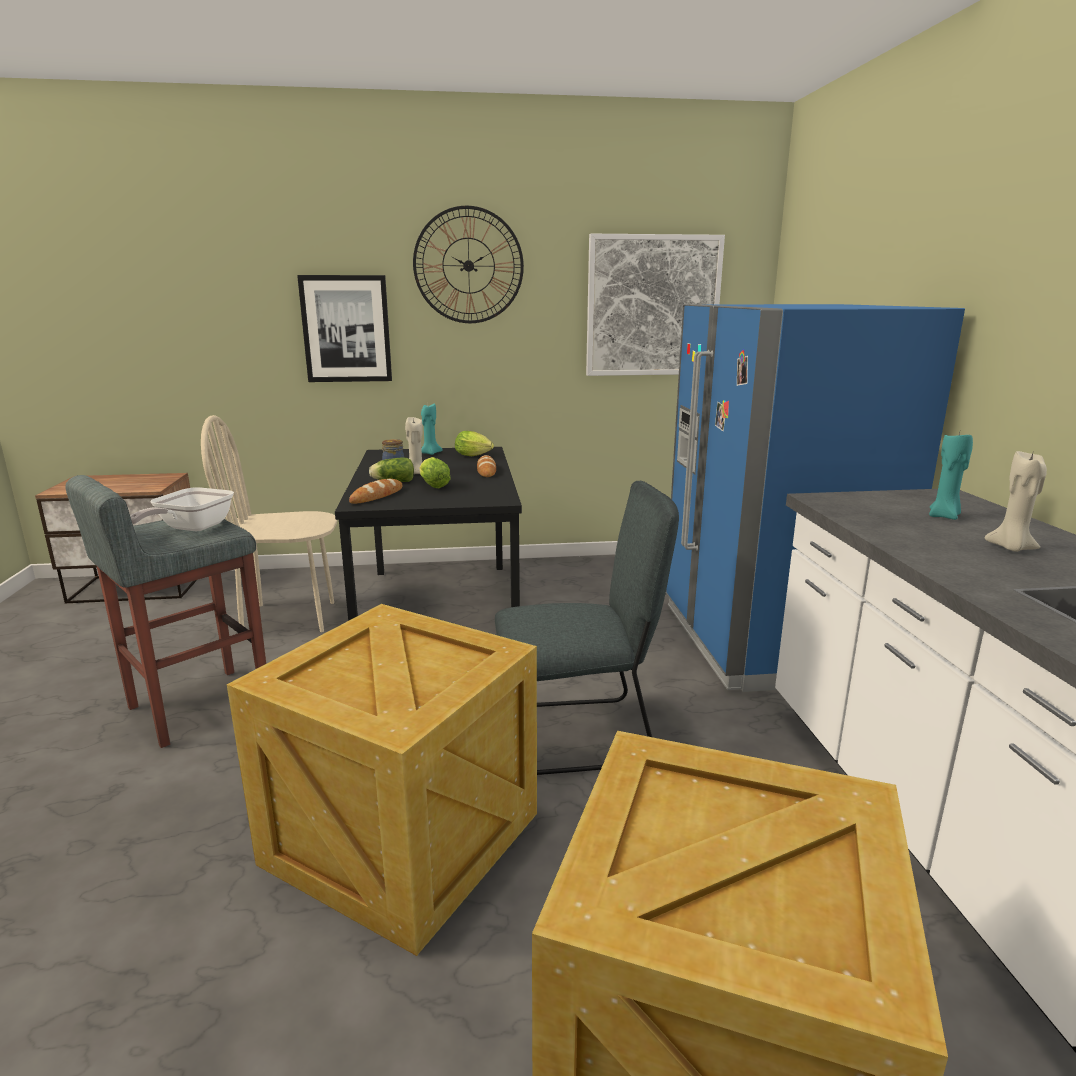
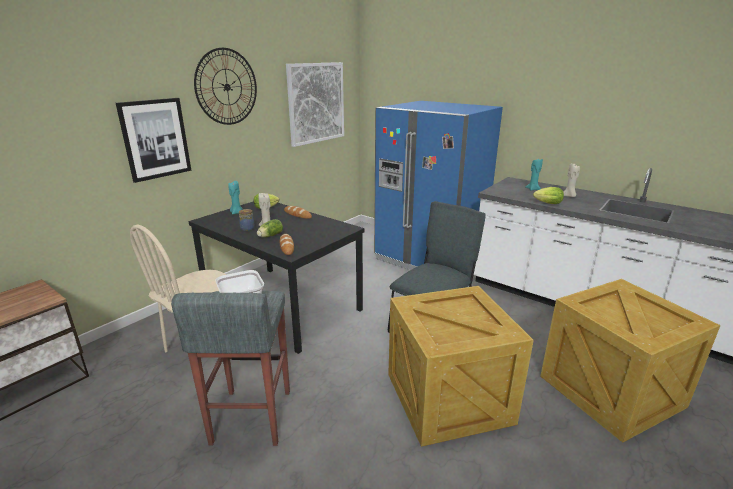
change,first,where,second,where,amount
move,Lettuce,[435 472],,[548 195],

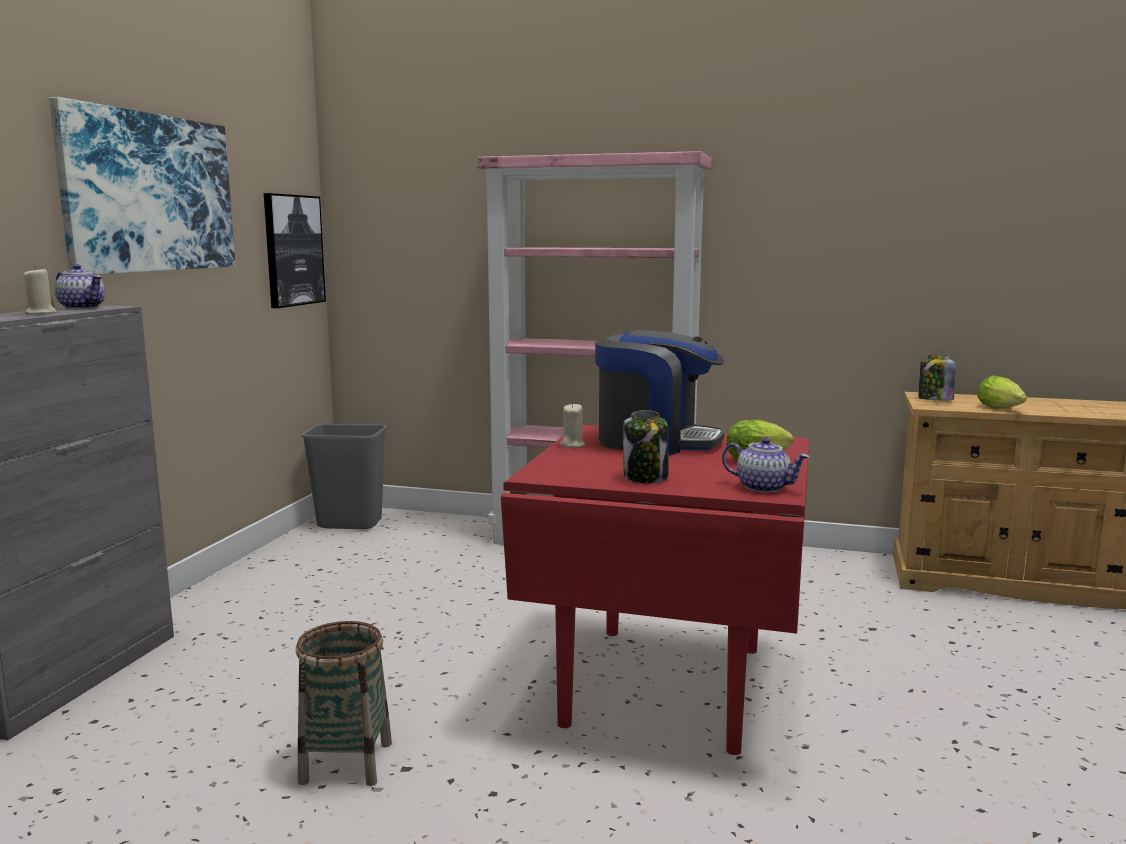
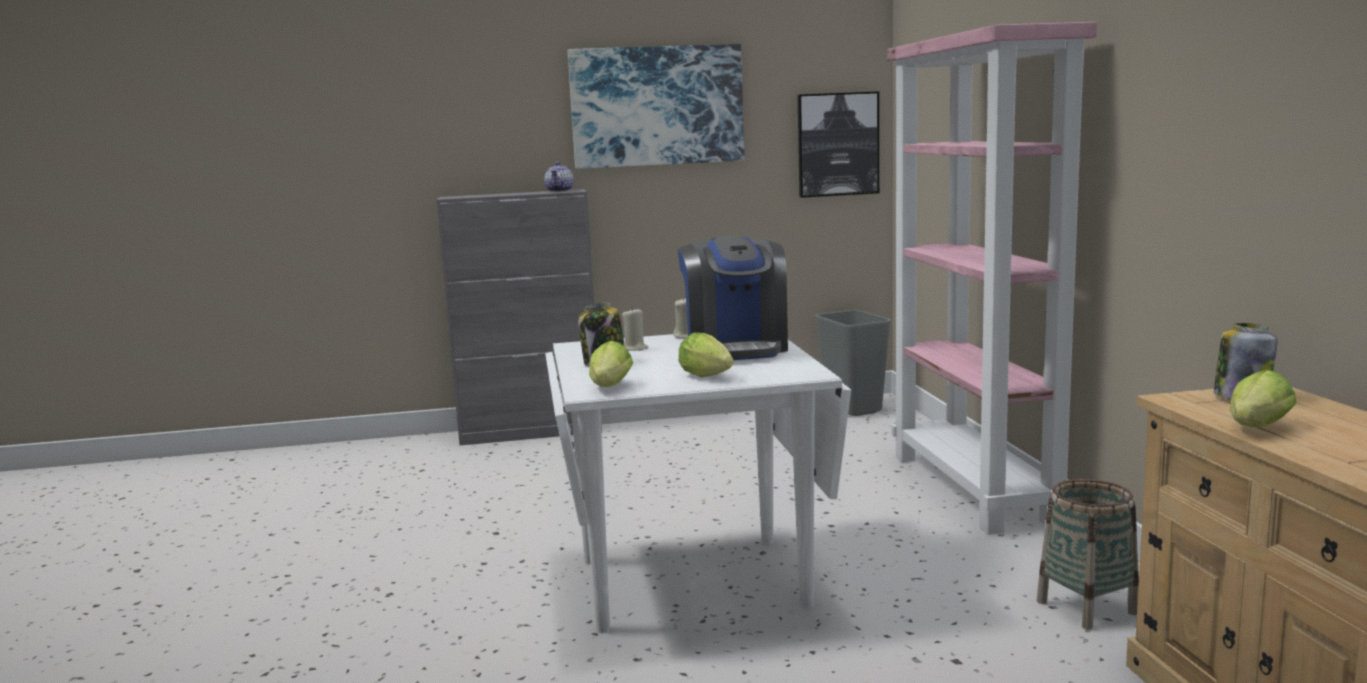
change,first,where,second,where,amount
move,BeigeCandle,[39 290],,[635 329],
move,Basket,[344 703],,[1088 554],
replace,PotForTea,[766 465],Lettuce,[611 364],
recolor,RedDiningTable,[655 590],WhiteDiningTable,[698 483],

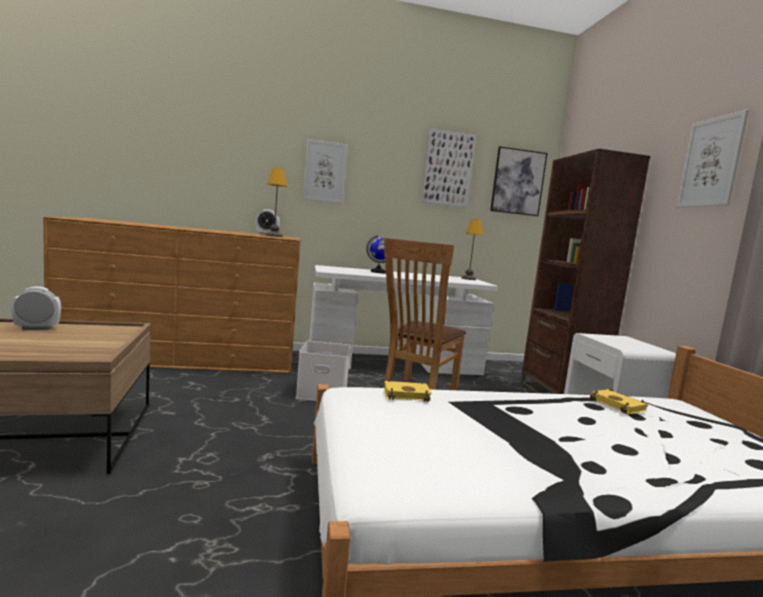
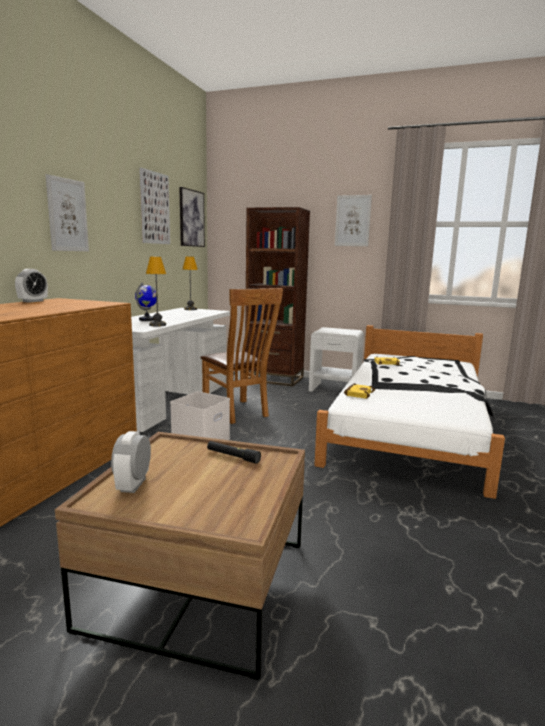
change,first,where,second,where,amount
insert,,,BlackColouredHandTorch,[234 452],
move,TabletopLamp,[276 202],,[156 292],

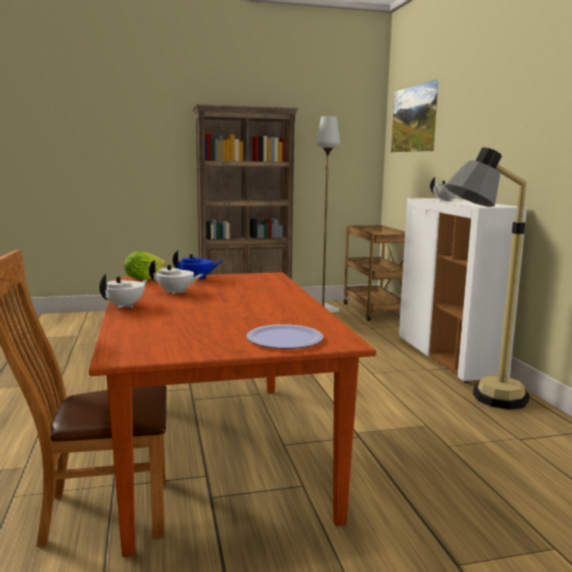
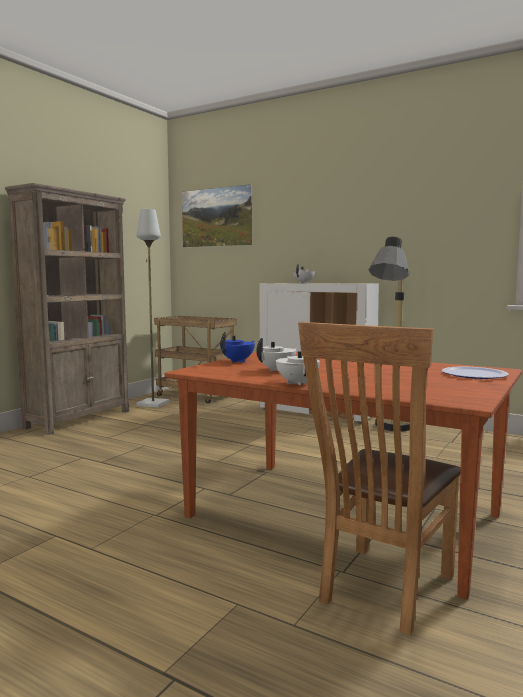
change,first,where,second,where,amount
delete,Lettuce,[145 266],,,

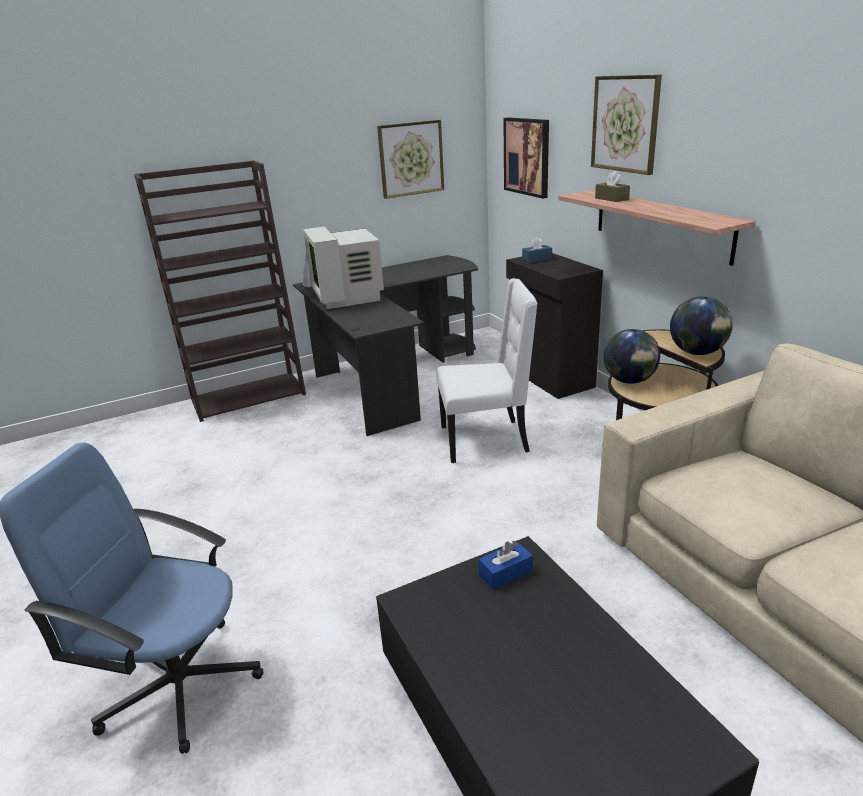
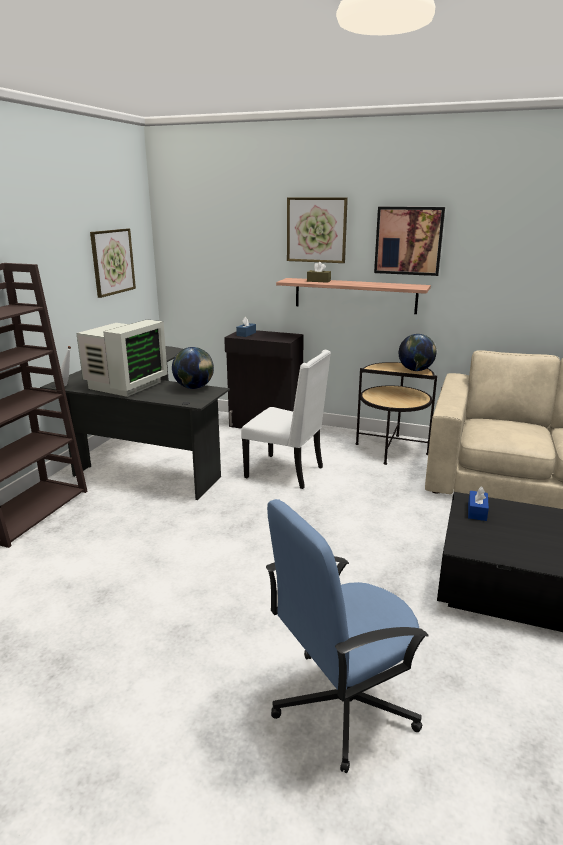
change,first,where,second,where,amount
move,WallPicture,[526 158],,[409 241],
move,WorldGlobe,[631 356],,[193 368],
rotate,Monitor,[343 268],,[122 358],90 degrees counterclockwise
rotate,WhiteUprightChair,[487 370],,[286 419],75 degrees clockwise

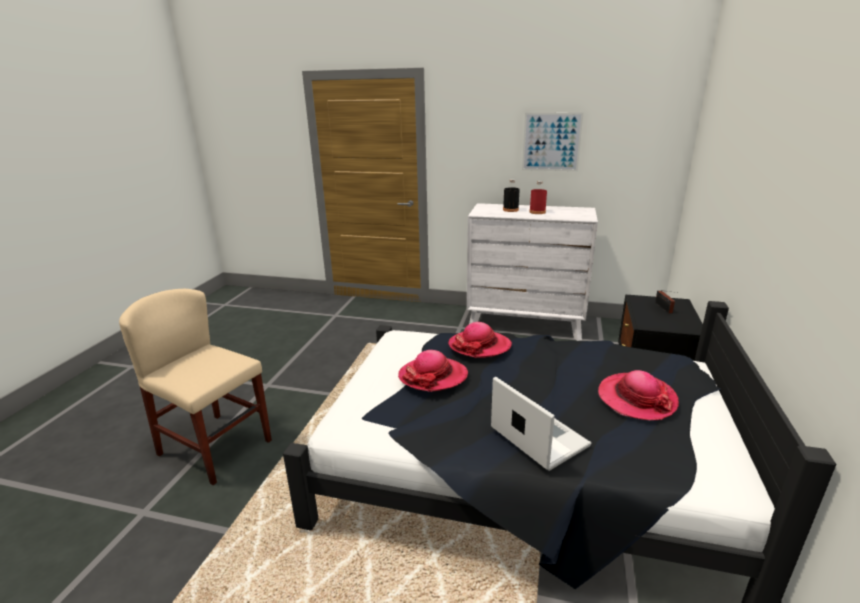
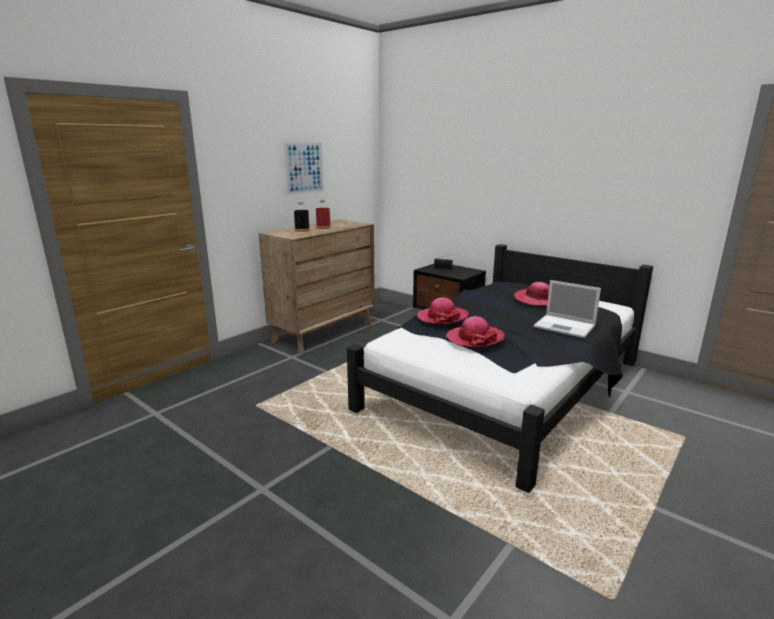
change,first,where,second,where,amount
delete,BeigeUprightChair,[195 387],,,
recolor,WhiteDresser,[532 272],BrownDresser,[317 287],
rotate,NotebookComputer,[541 424],,[567 309],135 degrees counterclockwise

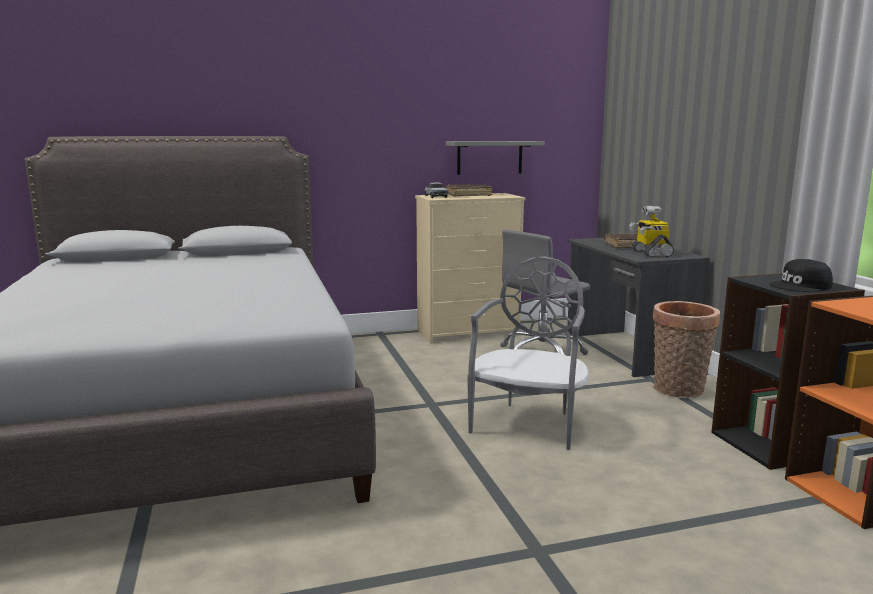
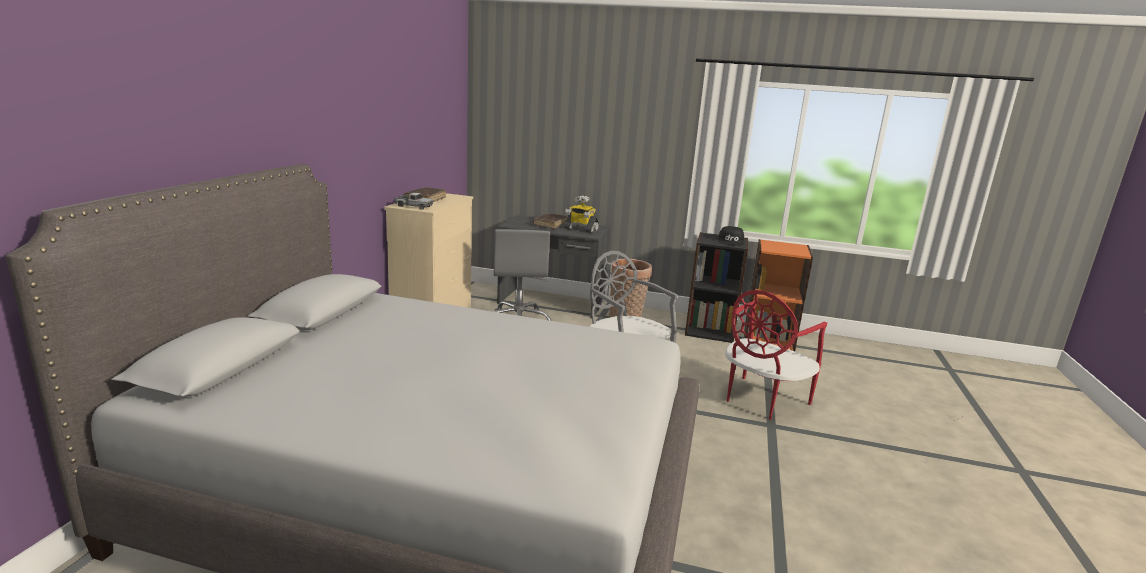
change,first,where,second,where,amount
delete,GreyShelf,[495 158],,,
insert,,,RedUprightChair,[776 355],

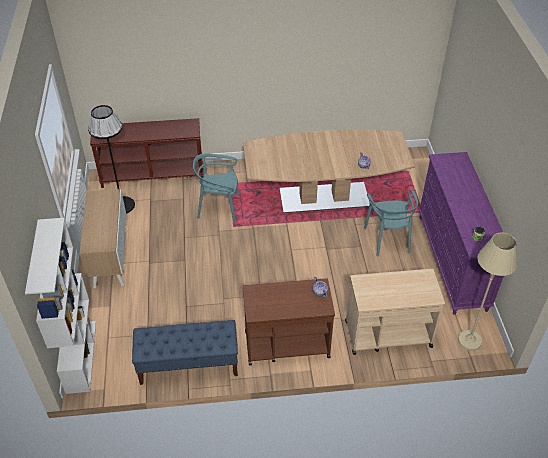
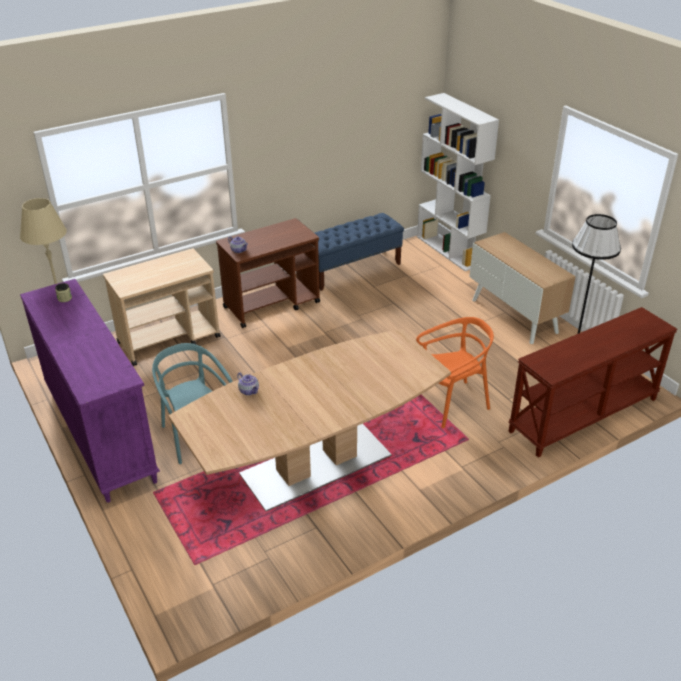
change,first,where,second,where,amount
recolor,BlueGreenUprightChair,[216 188],OrangeyUprightChair,[455 372],

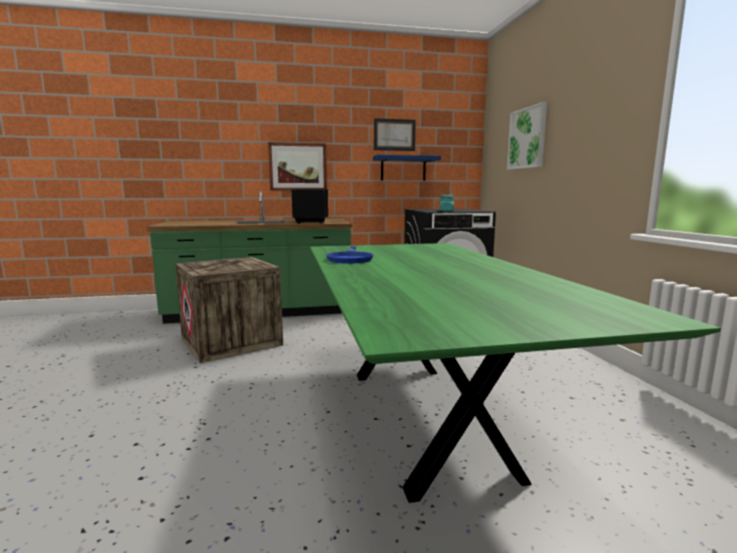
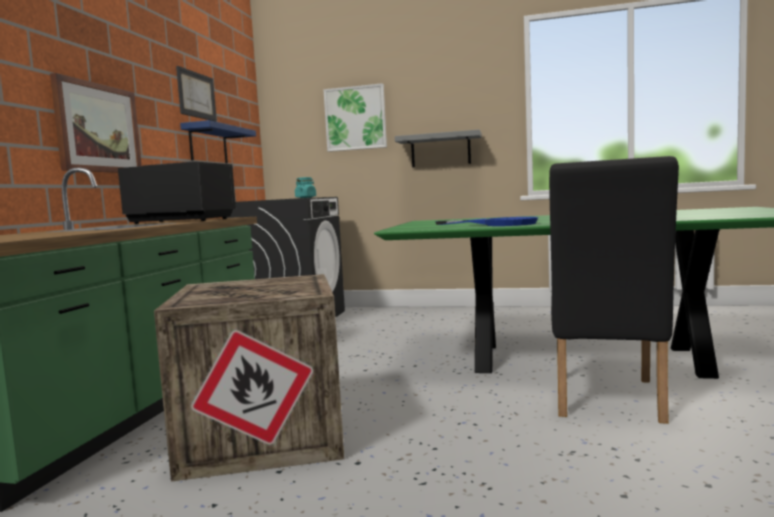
change,first,where,second,where,amount
insert,,,GreyShelf,[438 148],
insert,,,BlackColouredUprightChair,[614 290],

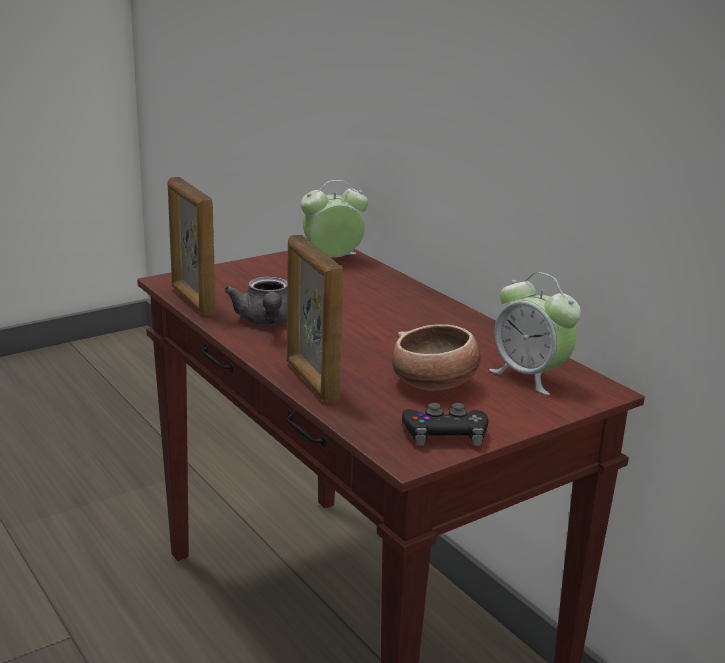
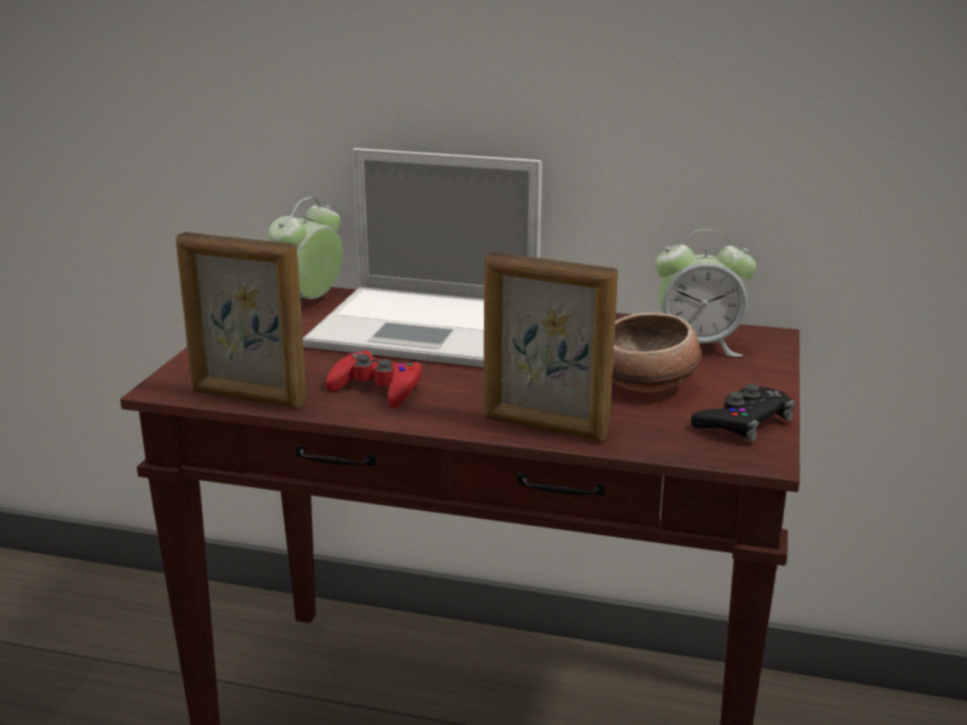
change,first,where,second,where,amount
insert,,,NotebookComputer,[422 257],
replace,GreyPotForTea,[255 301],RedGamepad,[374 379],

